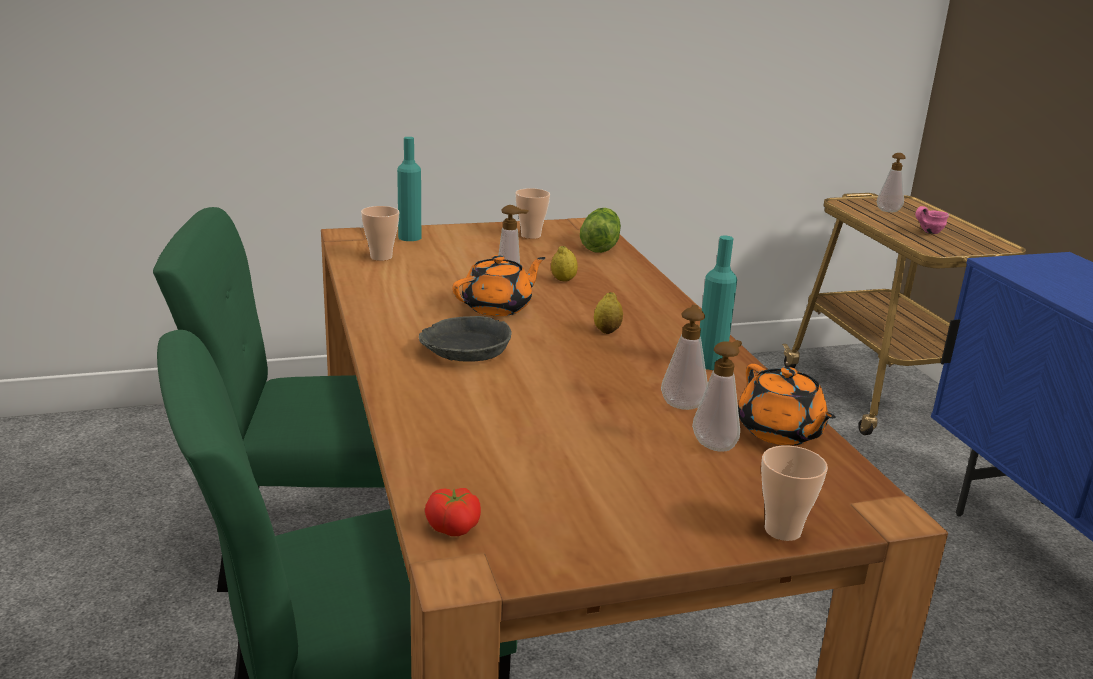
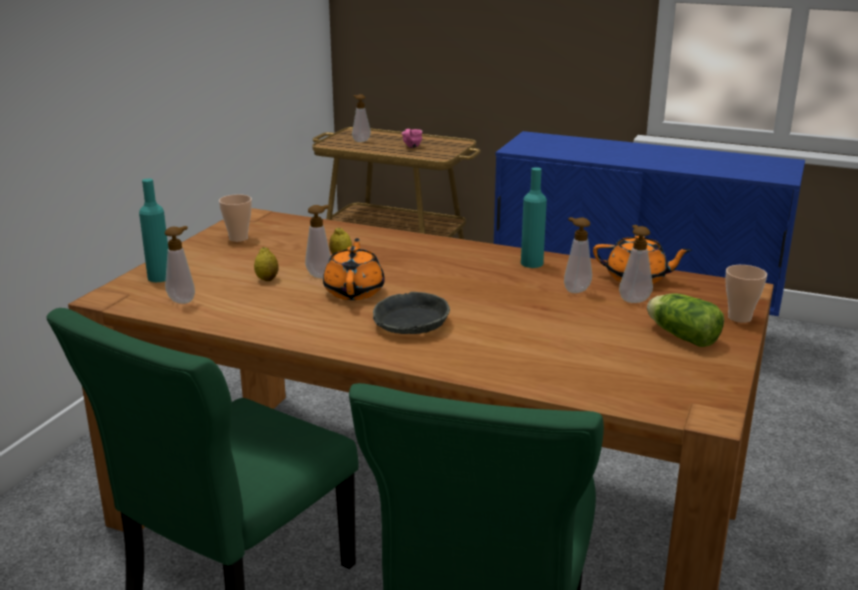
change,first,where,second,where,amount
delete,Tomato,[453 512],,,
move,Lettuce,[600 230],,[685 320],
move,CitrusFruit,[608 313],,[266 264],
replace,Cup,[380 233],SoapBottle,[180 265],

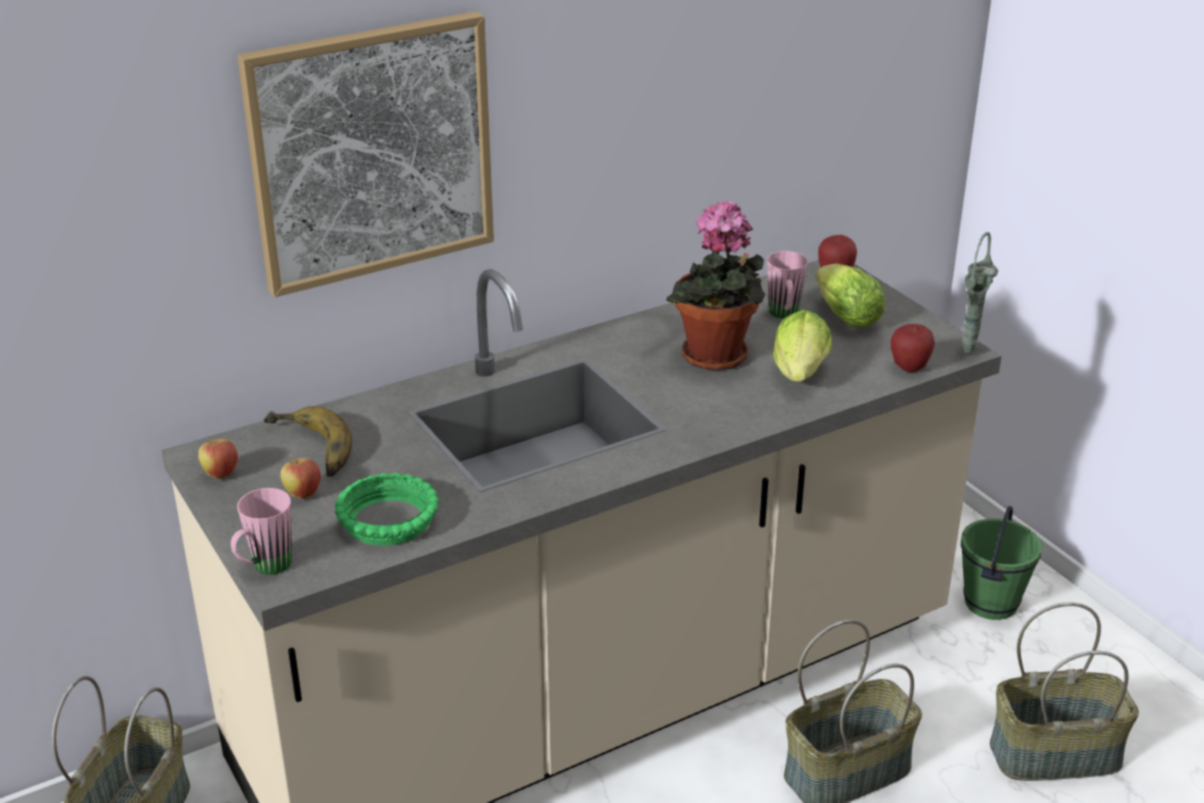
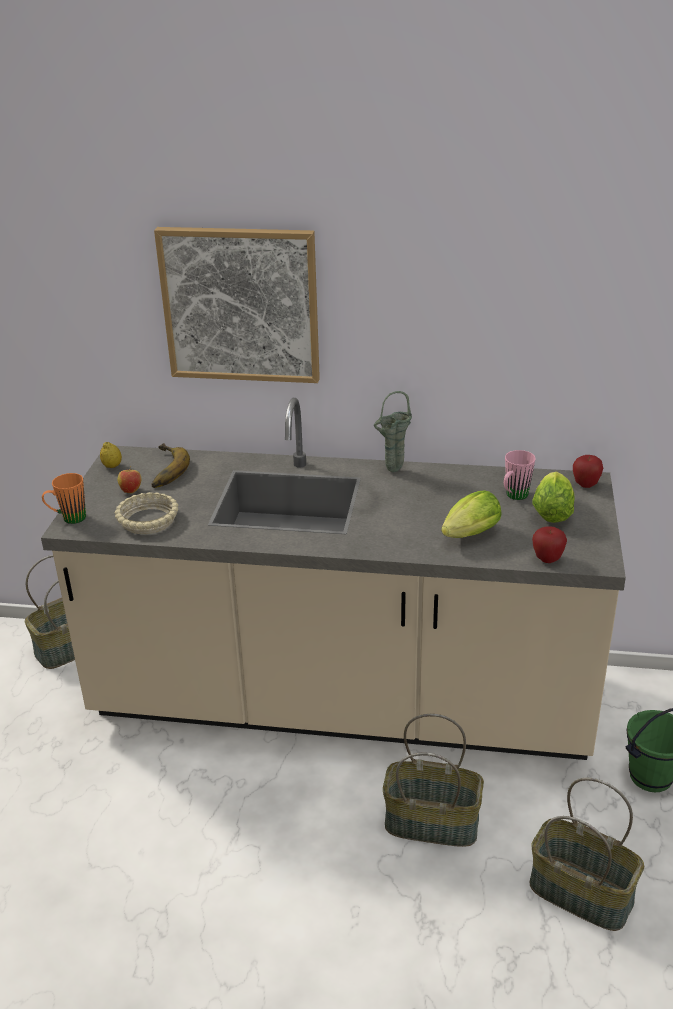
change,first,where,second,where,amount
delete,PlantInAPot,[716 285],,,
move,GreenColouredVase,[980 293],,[393 431],
replace,AppleFruit,[218 456],CitrusFruit,[111 455],
recolor,PinkColouredCoffeeMug,[261 531],OrangeyCoffeeMug,[64 498],
recolor,GreenColouredBowl,[387 509],BeigeBowl,[146 513],

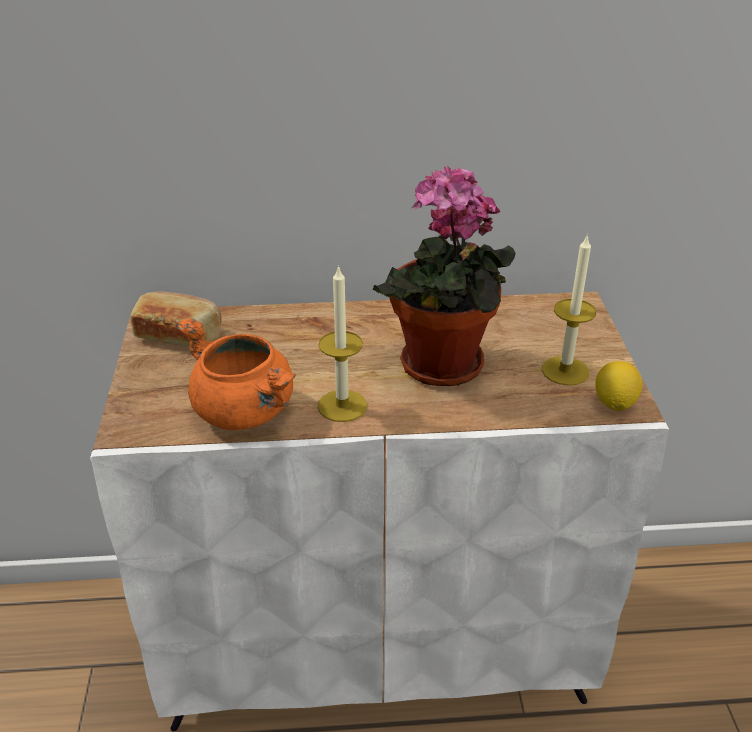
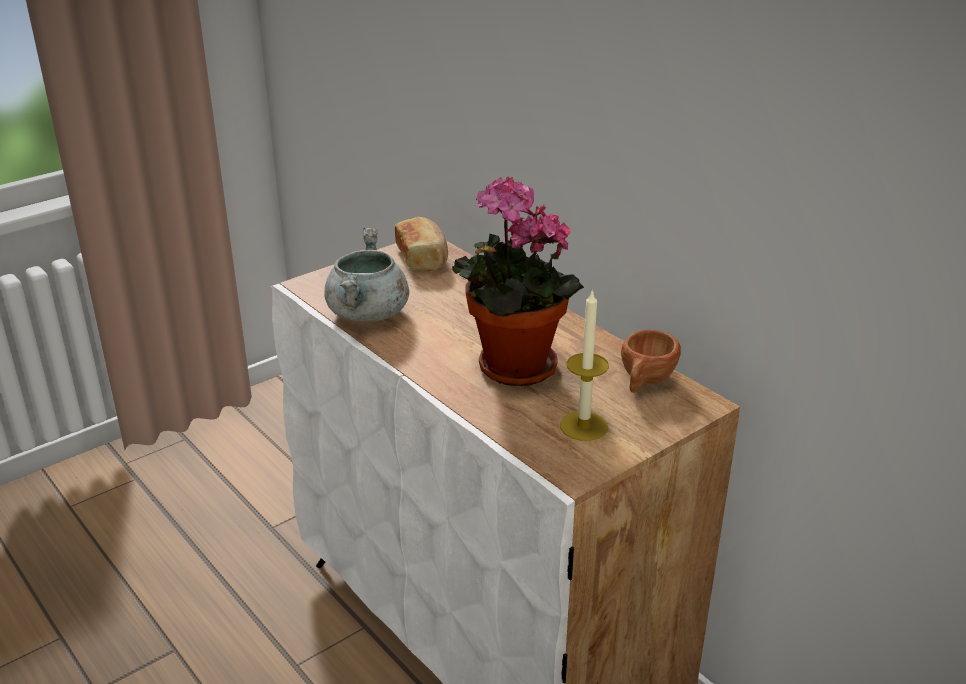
change,first,where,second,where,amount
delete,Candle,[342 343],,,
delete,CitrusFruit,[618 386],,,
insert,,,BrownCup,[651 361],
recolor,OrangeyStockpot,[236 374],GreyStockpot,[367 275],

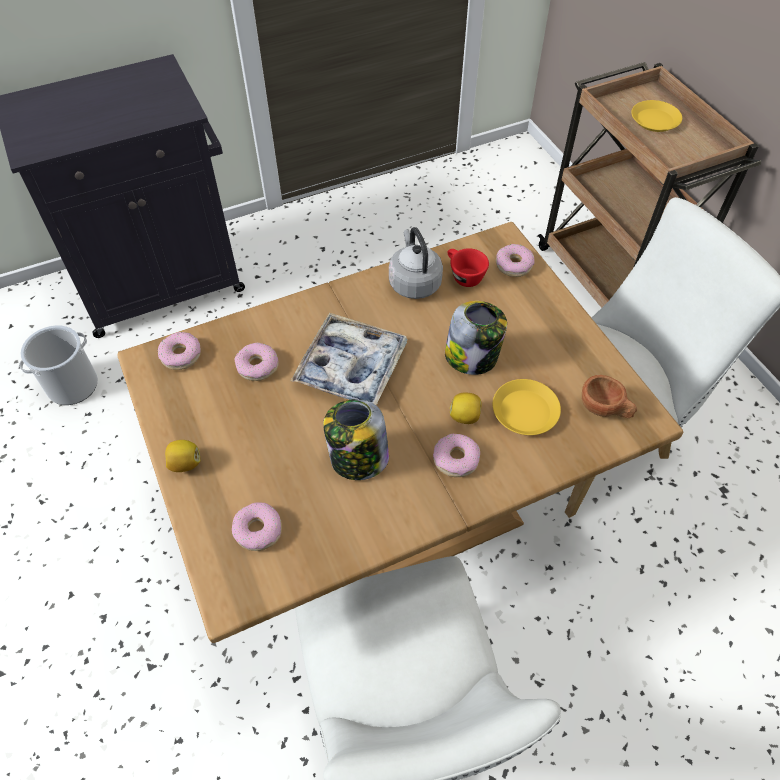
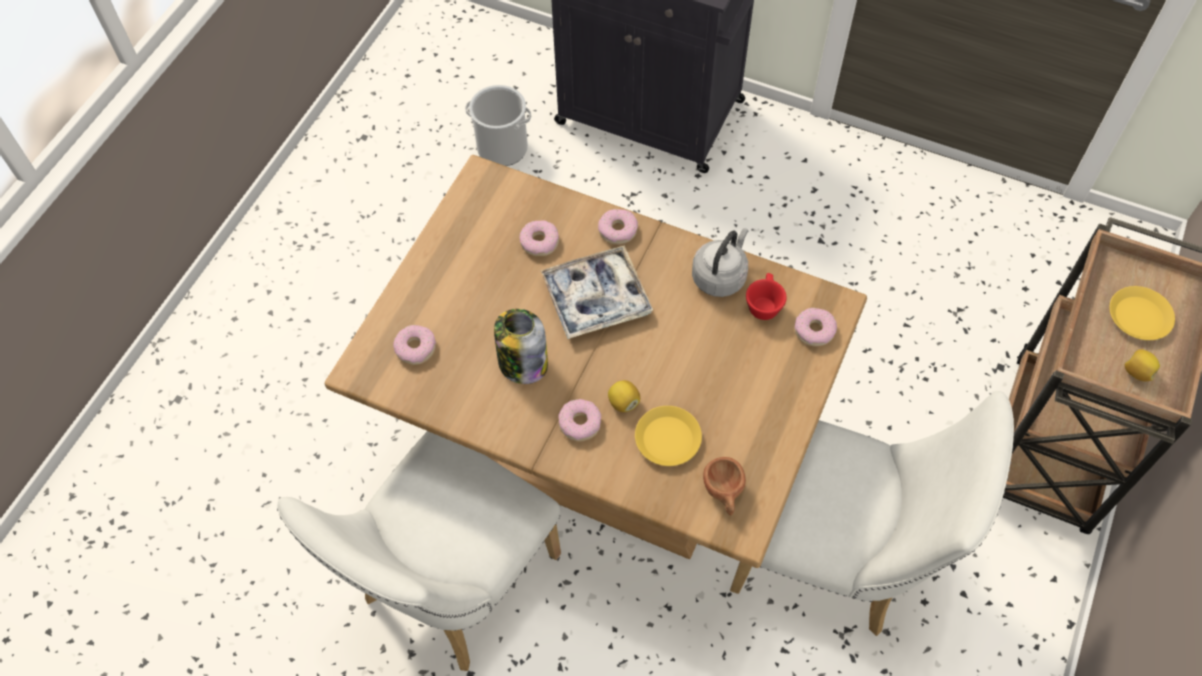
change,first,where,second,where,amount
delete,StorageJar,[476 338],,,
move,RingDoughnut,[179 351],,[618 227],
move,CitrusFruit,[182 456],,[1142 365],

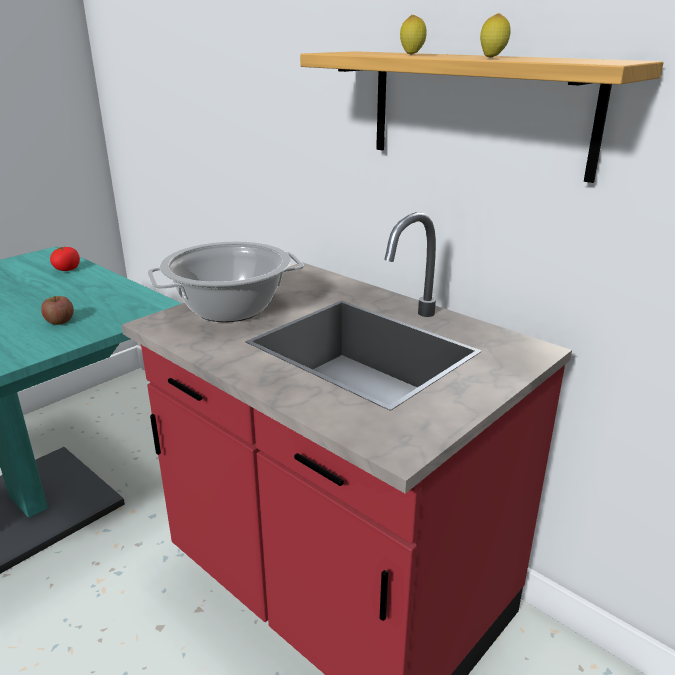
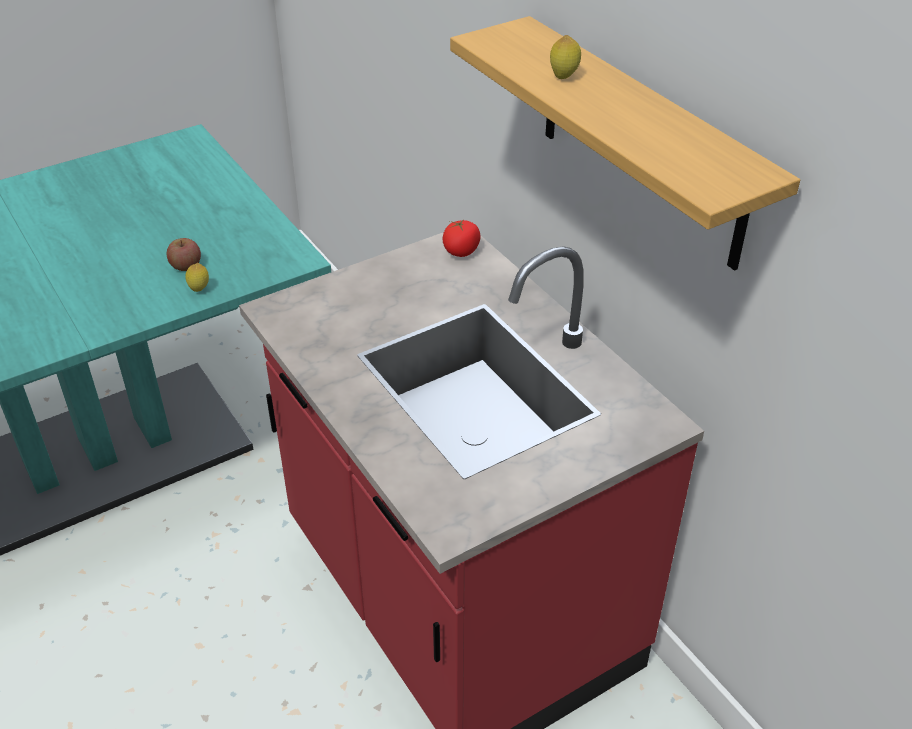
change,first,where,second,where,amount
delete,Stockpot,[226 281],,,
move,Tomato,[65 258],,[461 238],
move,CitrusFruit,[495 35],,[197 277],

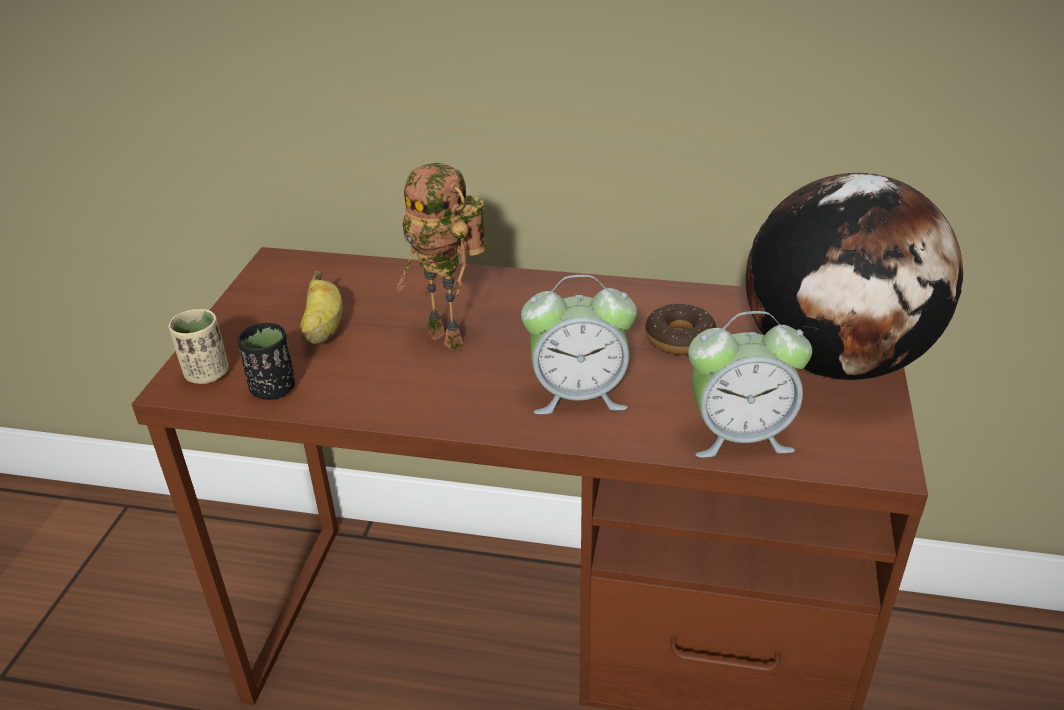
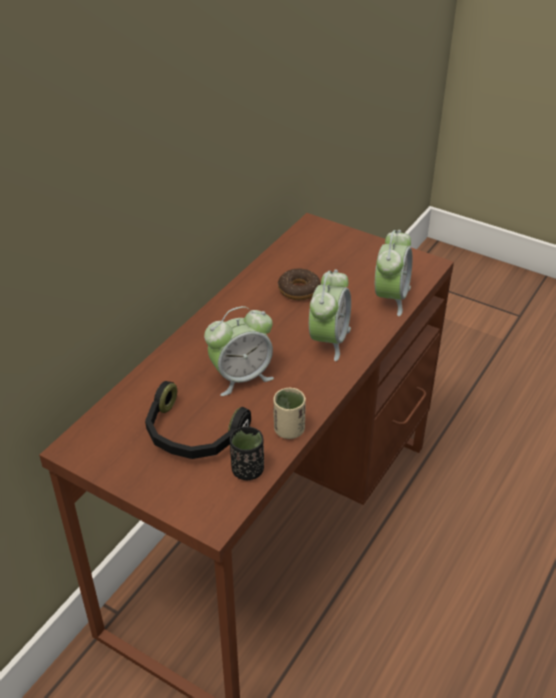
change,first,where,second,where,amount
delete,WorldGlobe,[854 276],,,
move,BeigeCup,[198 346],,[290 413],
replace,WholeBanana,[321 307],BlackColouredPairOfHeadphones,[198 420],
replace,ToyRobot,[441 257],BedsideClock,[239 351],

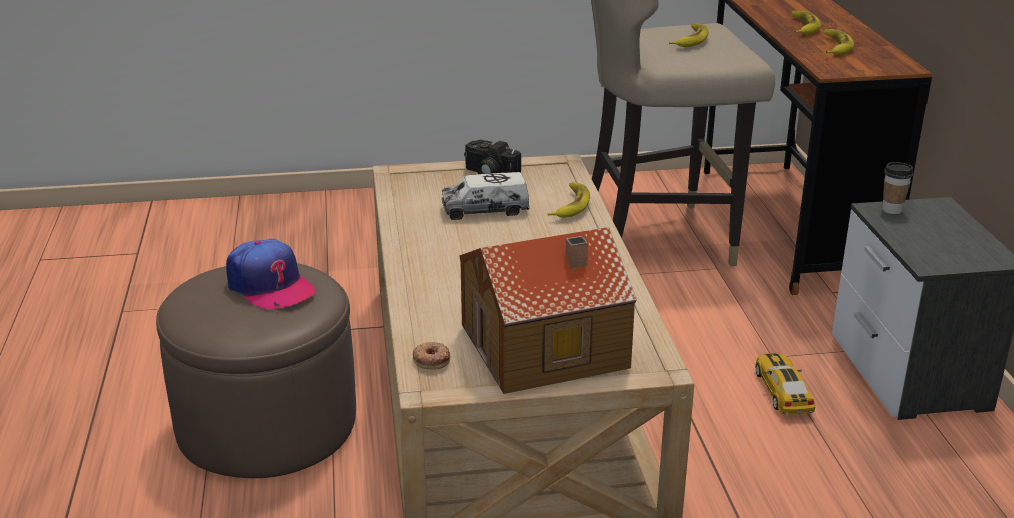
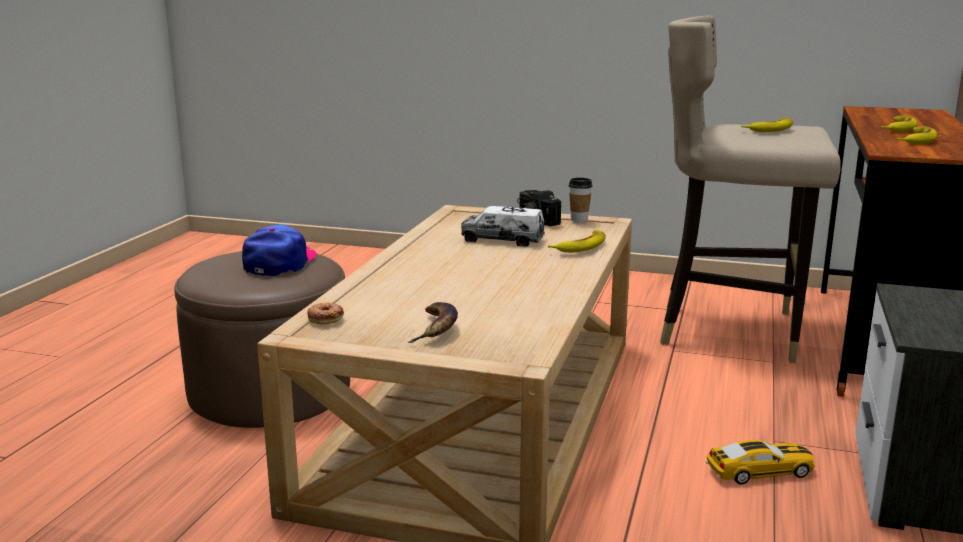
change,first,where,second,where,amount
move,Cup,[897 188],,[581 200],
replace,ToyHouse,[548 310],WholeBanana,[433 322],
rotate,Cap,[270 274],,[279 250],150 degrees counterclockwise
rotate,MiniatureCar,[785 384],,[760 462],60 degrees clockwise

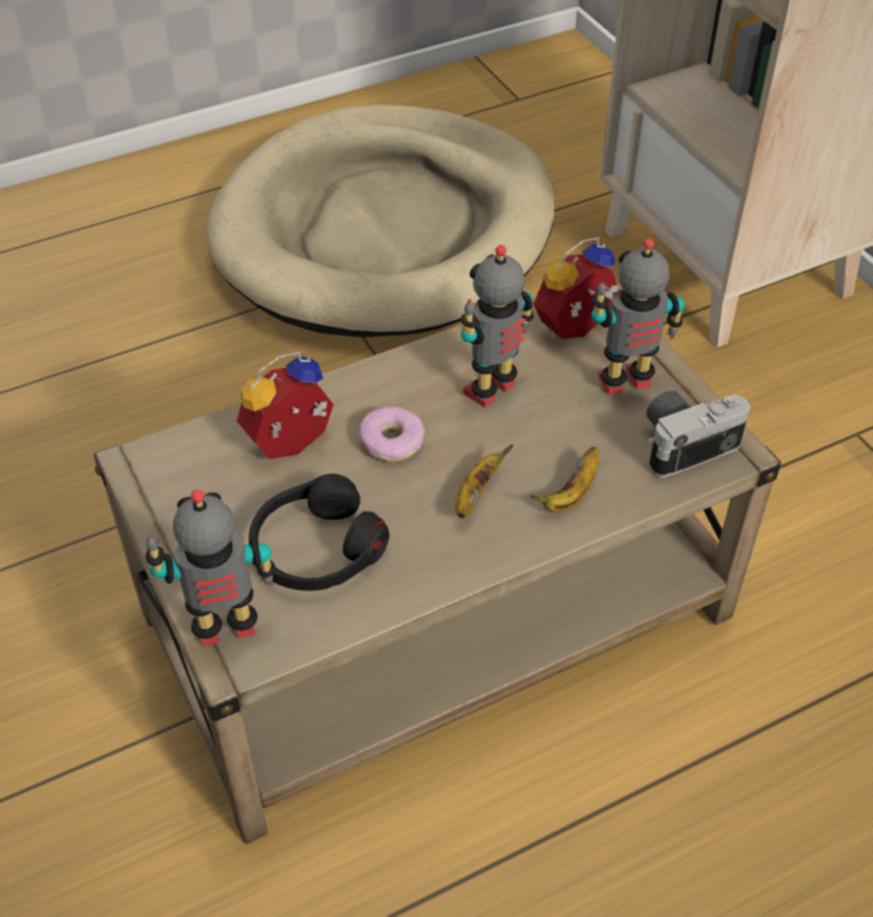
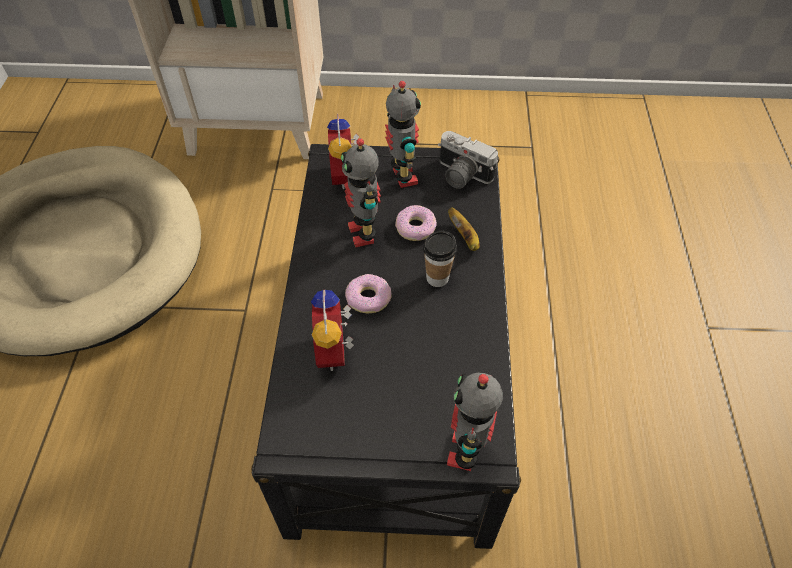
change,first,where,second,where,amount
delete,BlackColouredPairOfHeadphones,[319 532],,,
insert,,,RingDoughnut,[416 223],
replace,WholeBanana,[484 481],Cup,[440 259],
recolor,BeigeCoffeeTable,[437 571],BlackColouredCoffeeTable,[386 346],
rotate,ToyRobot,[638 316],,[403 134],150 degrees clockwise
rotate,PhotoCamera,[698 434],,[468 160],60 degrees counterclockwise

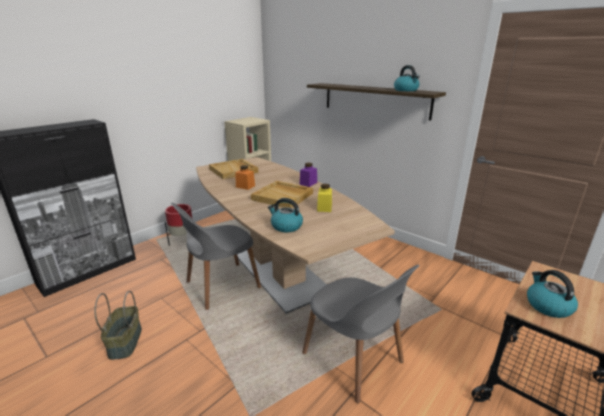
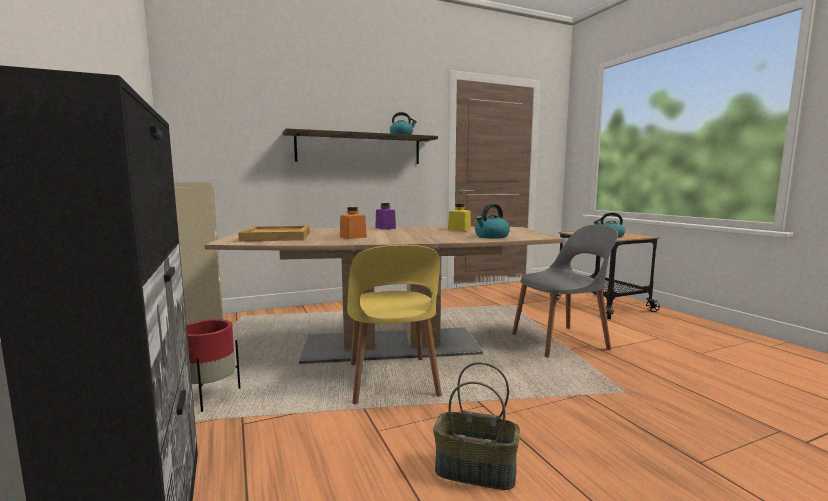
change,first,where,second,where,amount
delete,BeigeServingTray,[282 194],,,
recolor,GreyUprightChair,[216 256],YellowUprightChair,[394 324],

